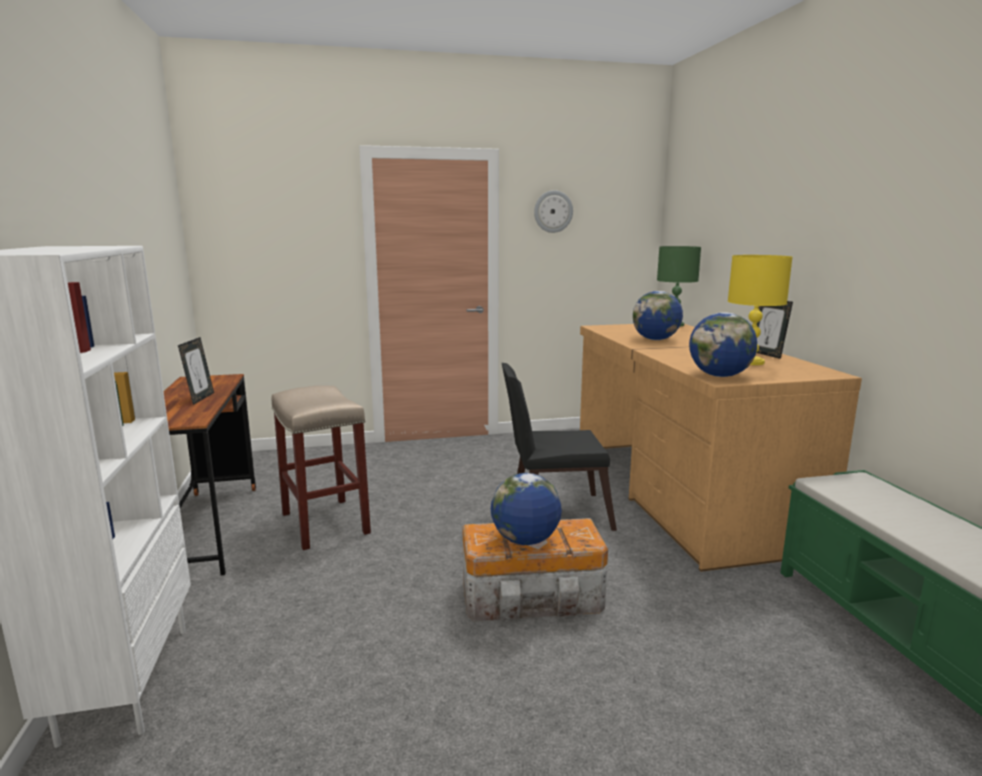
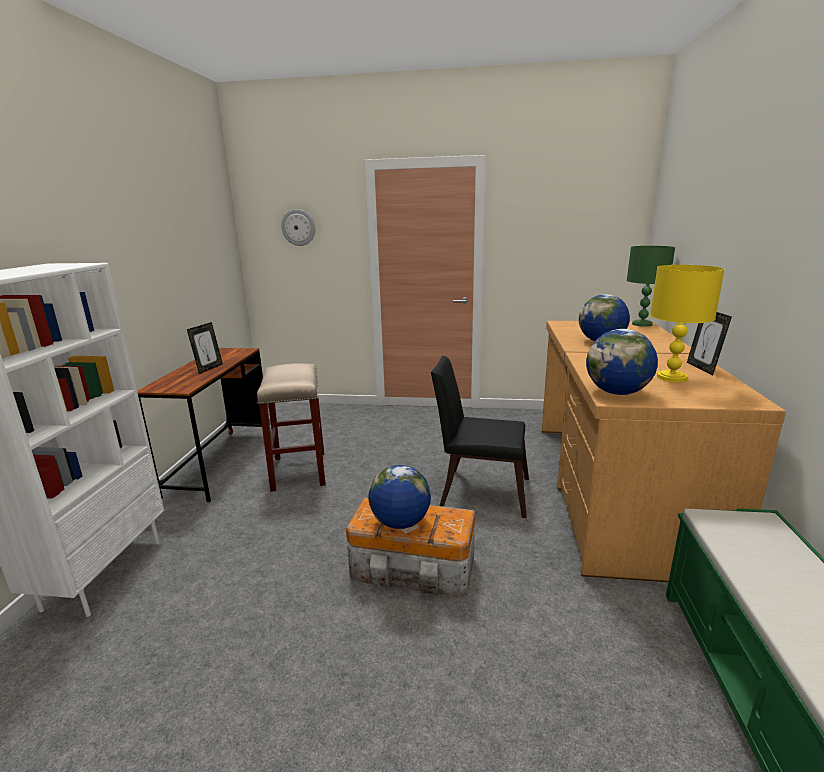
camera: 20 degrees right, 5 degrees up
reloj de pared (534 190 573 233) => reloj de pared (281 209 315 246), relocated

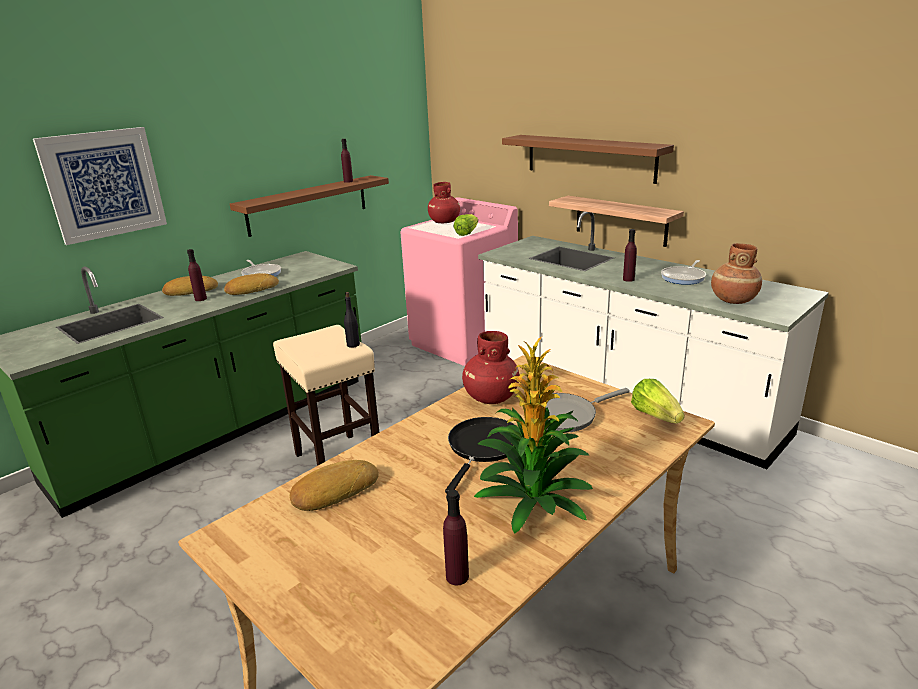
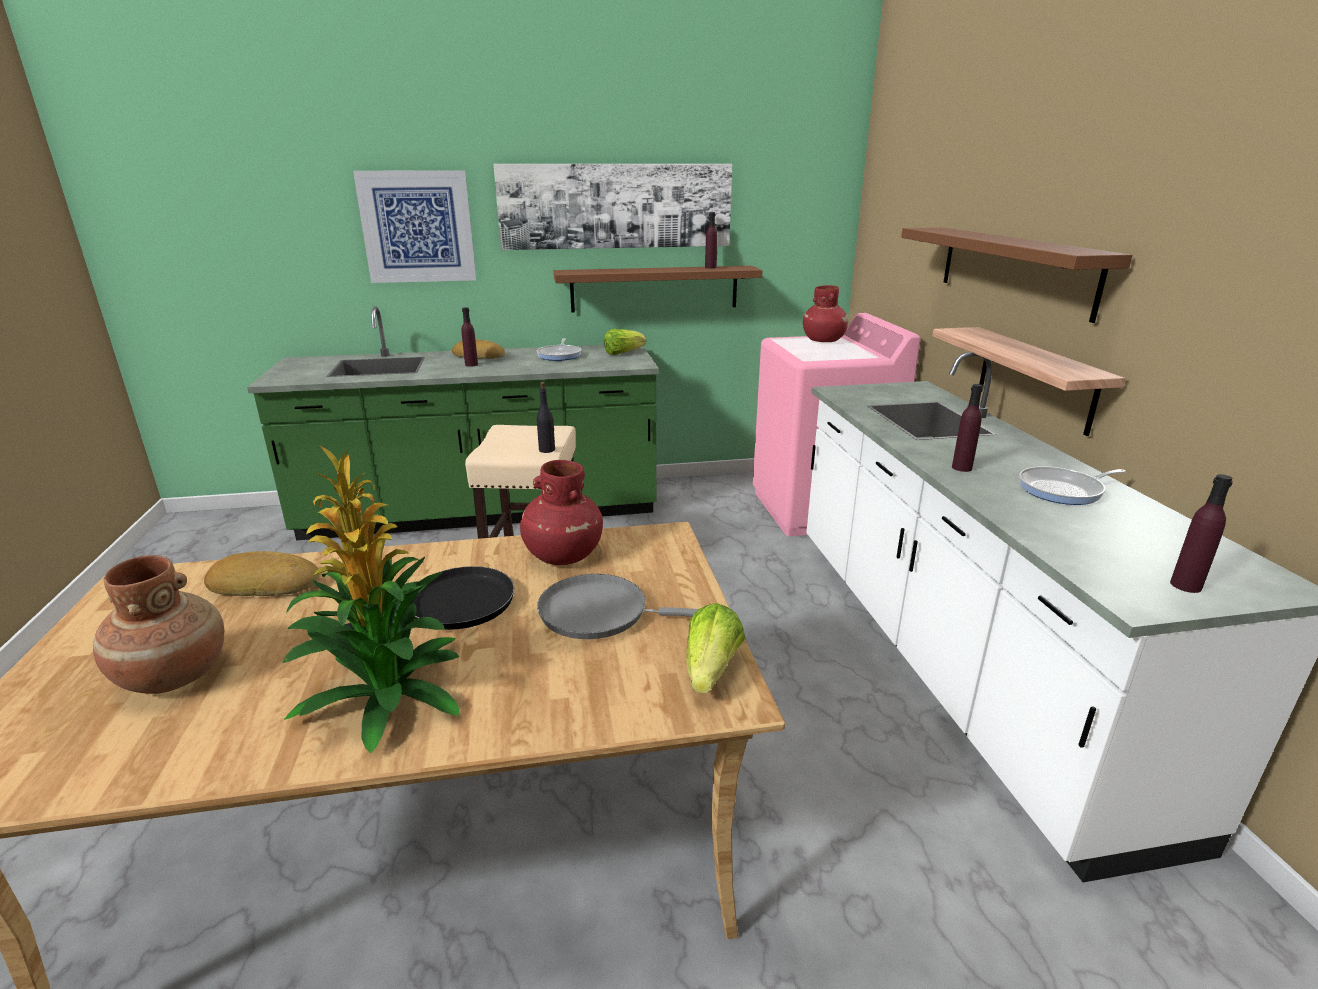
camera: 35 degrees right, 0 degrees up
pan (224 273 279 295) => nothing
botella/morado (443 490 469 585) => botella/morado (1170 474 1233 593), relocated
lechuga (453 214 478 236) => lechuga (604 329 646 355), relocated
florero/marrón (711 243 762 304) => florero/marrón (93 555 224 694), relocated
nothing => cuadro (494 164 732 250)

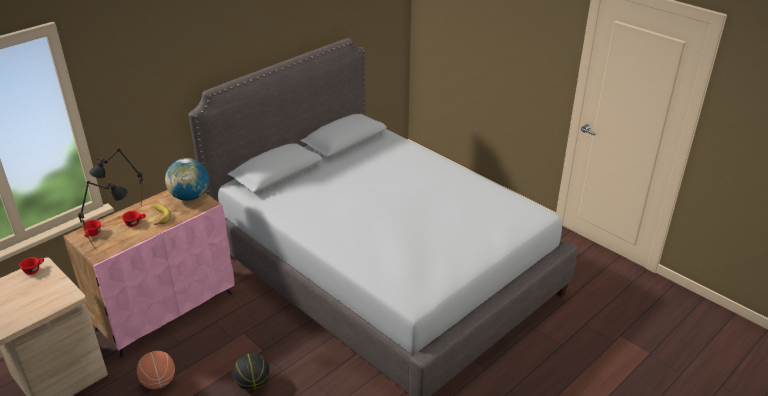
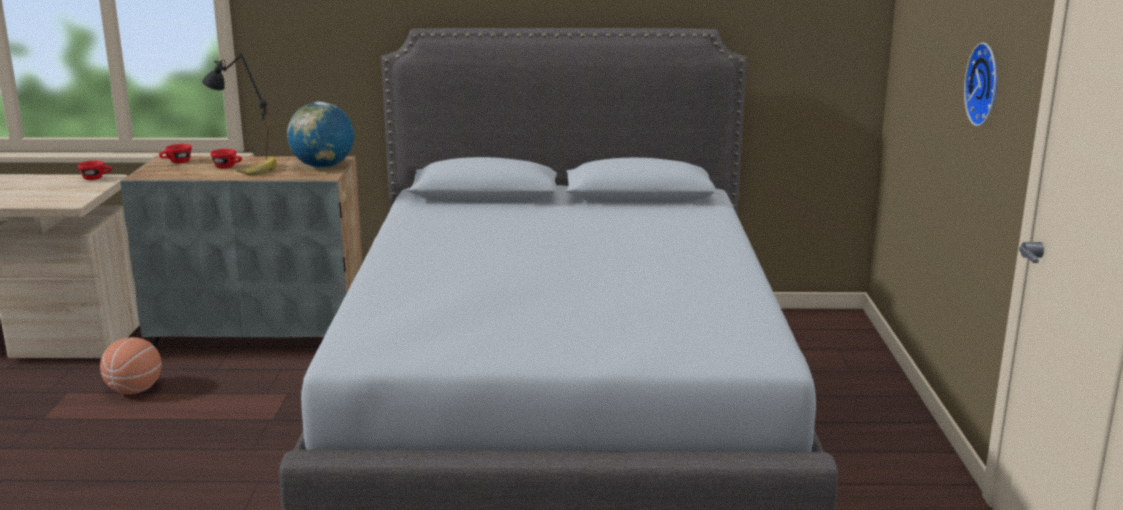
camera: 45 degrees right, 15 degrees down
armario/rosa (63 190 235 358) => armario/gris (120 156 362 347)
lámpara de mesa/negro (78 181 128 251) => nothing
balón de baloncesto (233 353 270 391) => nothing
nothing => reloj de pared (964 42 997 126)

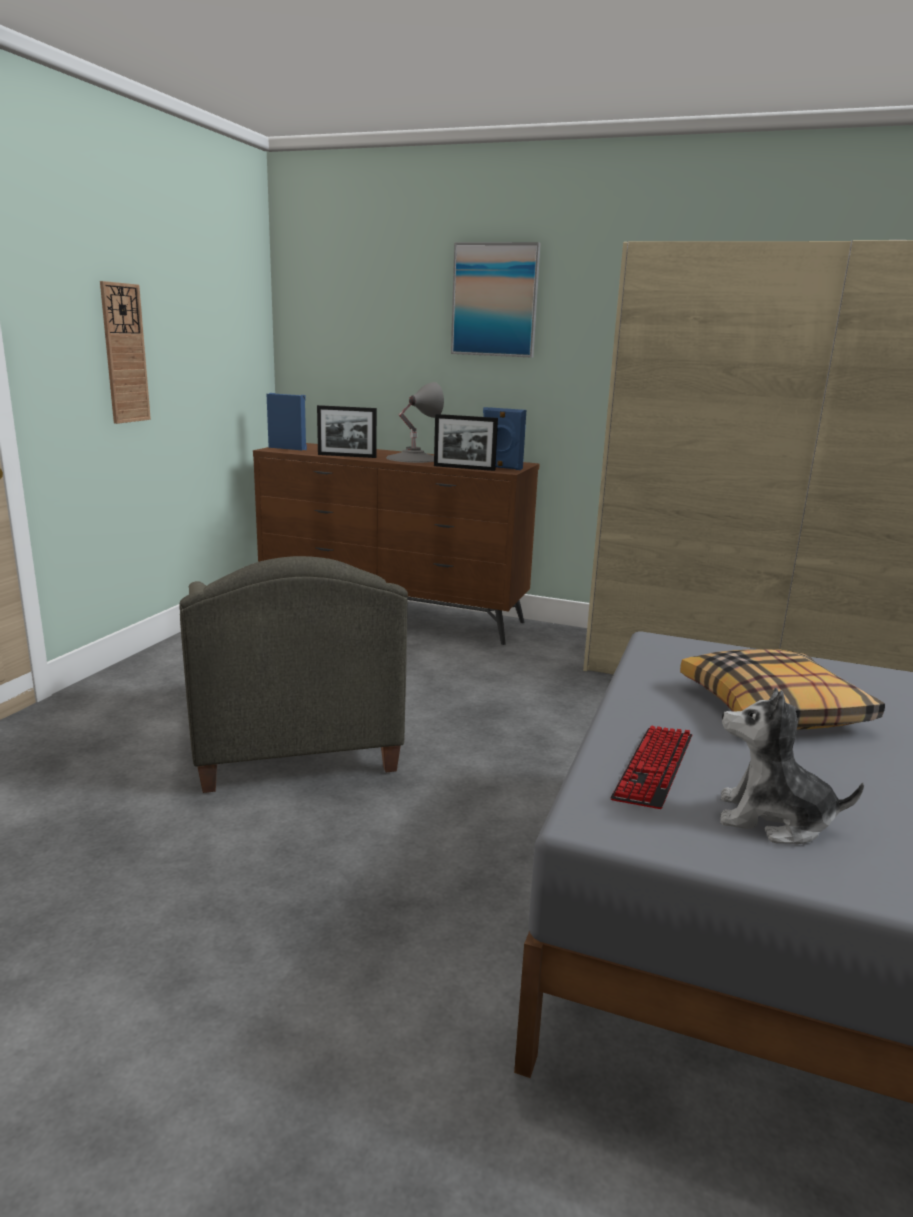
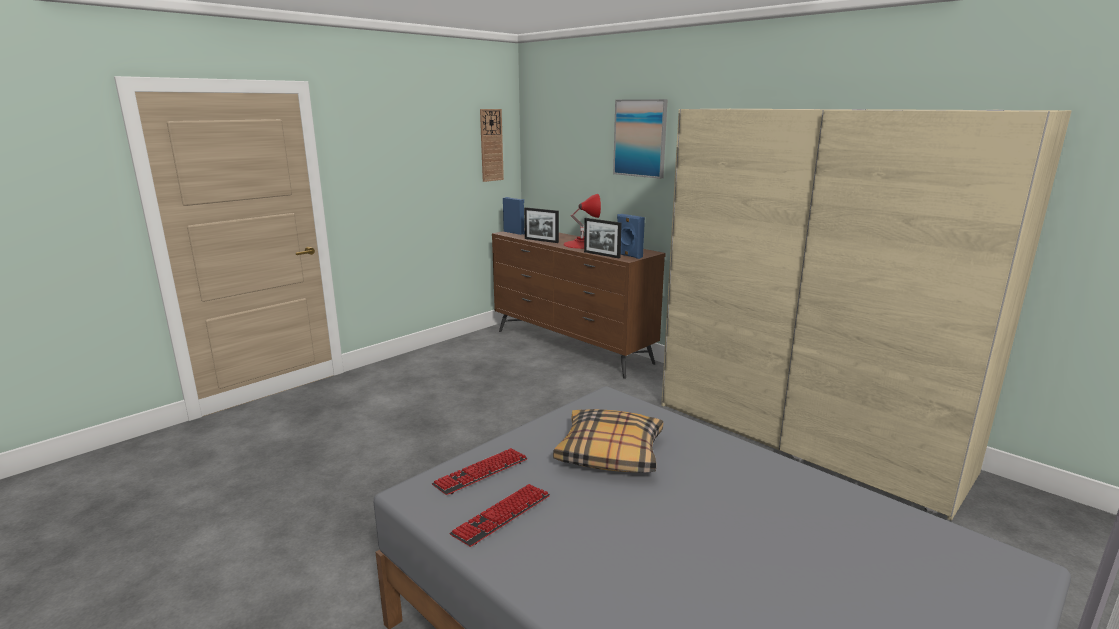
camera: 25 degrees right, 0 degrees up
reloj de pared (100 281 151 424) => reloj de pared (480 109 504 182), relocated
sillón/gris (179 556 408 793) => nothing
lámpara de mesa/gris (386 382 444 463) => lámpara de mesa/rojo (563 194 601 249)
peluche (720 687 864 844) => teclado (450 484 550 547)

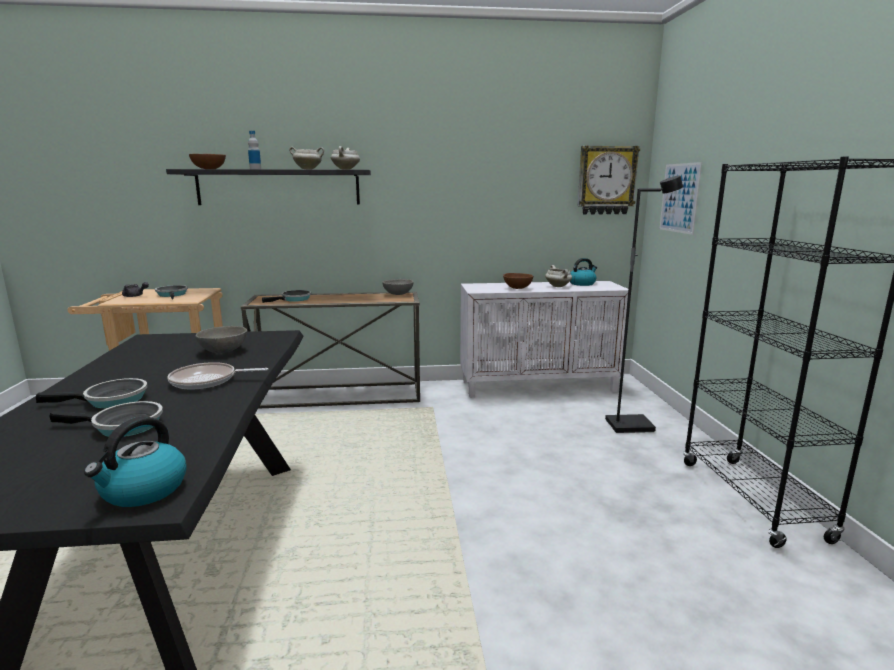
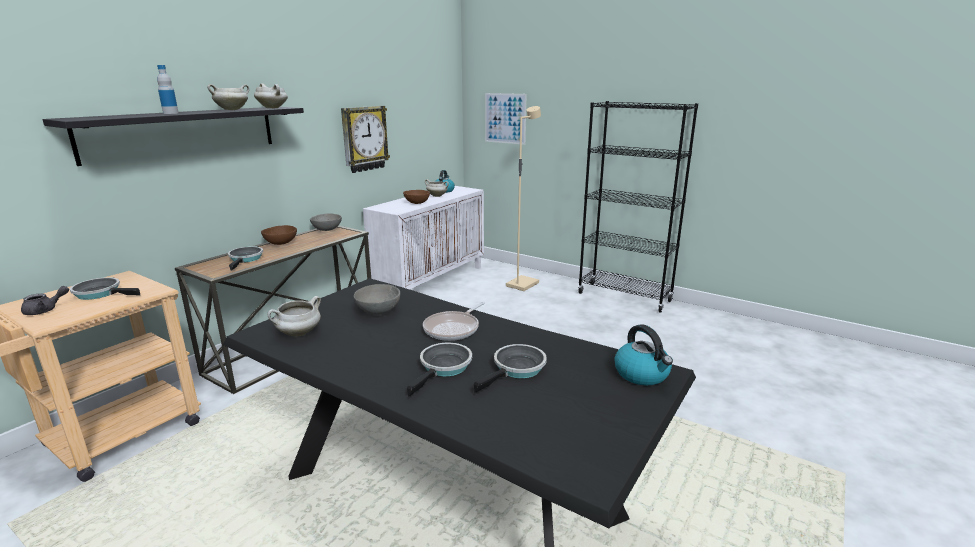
camera: 50 degrees left, 5 degrees up
cuenco/marrón (189 154 226 169) => cuenco/marrón (261 225 297 245), relocated
reloj de pared (577 145 640 214) => reloj de pared (341 106 390 173), relocated
lámpara de pie/negro (605 175 683 433) => lámpara de pie/beis (506 106 541 291)
nothing => olla/blanco (267 296 321 337)

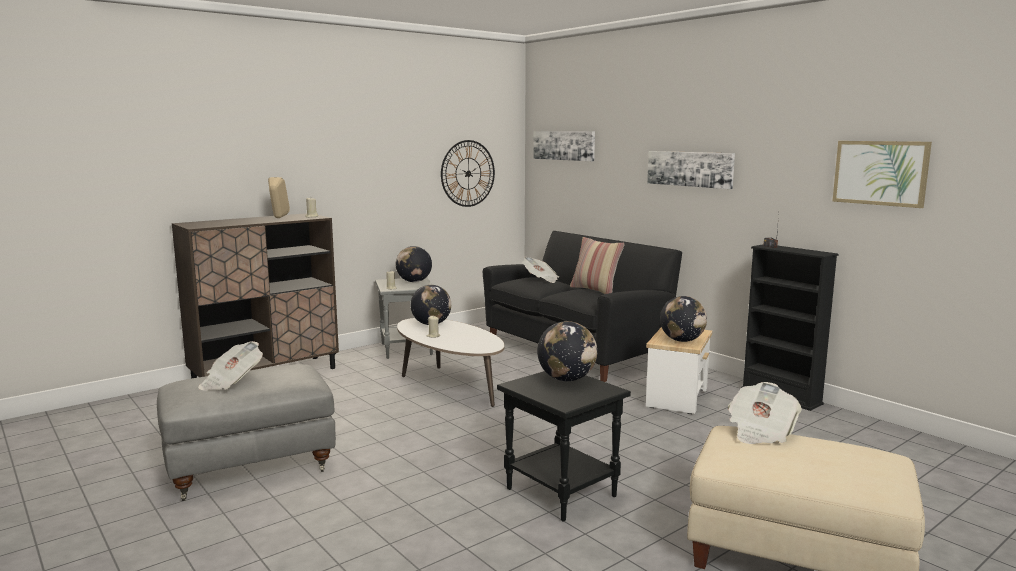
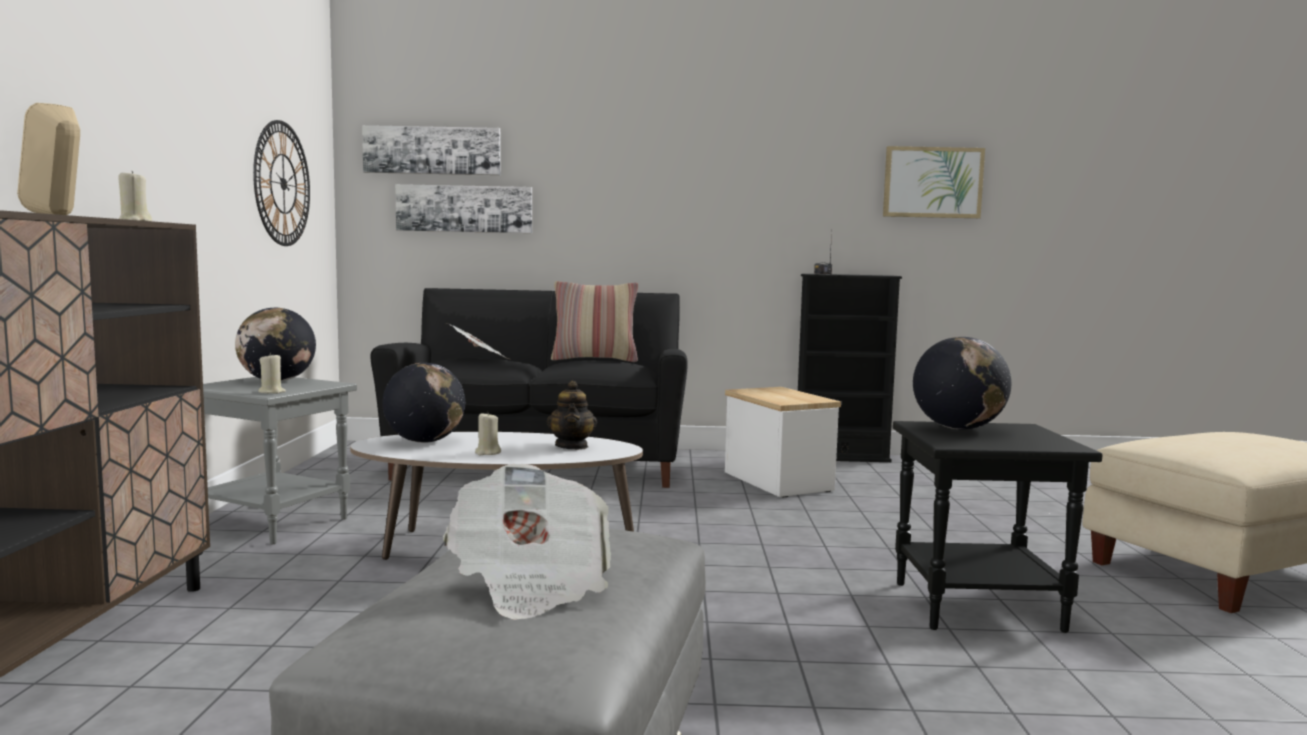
camera: 50 degrees left, 5 degrees down
cuadro (647 151 735 189) => cuadro (395 184 532 233), relocated
globo terráqueo (660 296 707 342) => nothing
periódico (728 382 802 444) => nothing
nothing => tetera (547 381 597 450)

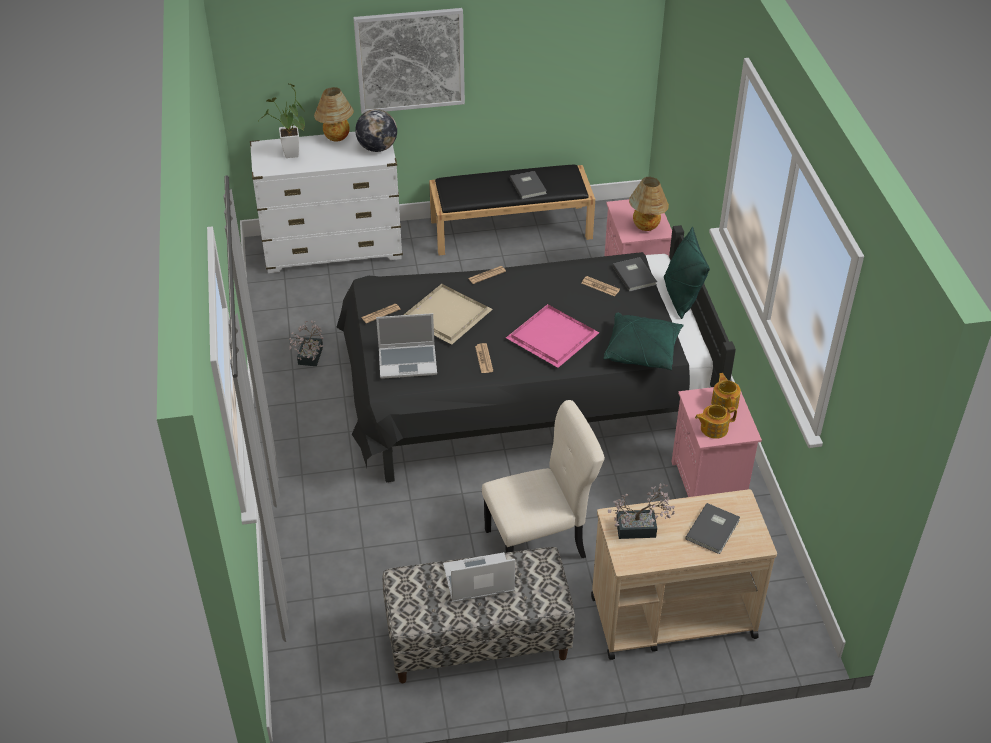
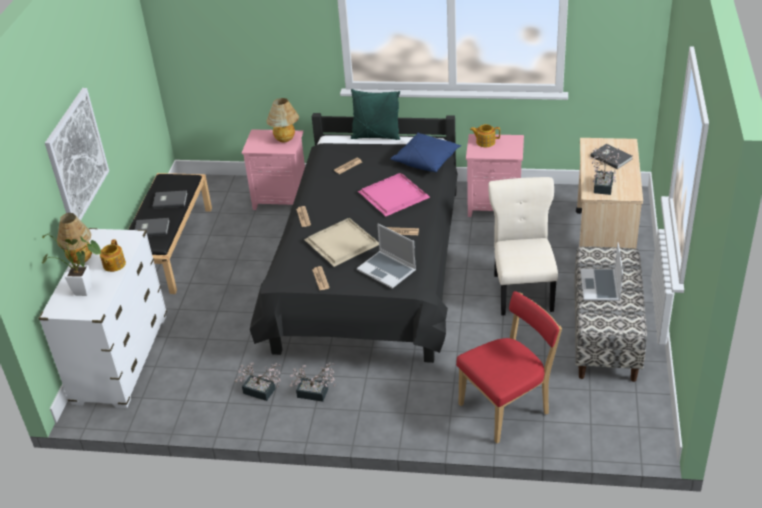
camera: 70 degrees left, 5 degrees down
globo terráqueo (355 109 397 152) => nothing
portátil (376 313 437 379) => portátil (357 224 416 289), 120 degrees clockwise
cojín/verde (603 313 684 370) => cojín/azul (390 133 461 172)
libro/gris (613 257 657 292) => libro/gris (135 218 170 236), relocated
tetera (695 405 737 439) => tetera (100 239 126 272), relocated
nothing => planta en maceta (289 362 335 402)
nothing => silla/rojo (456 291 562 443)

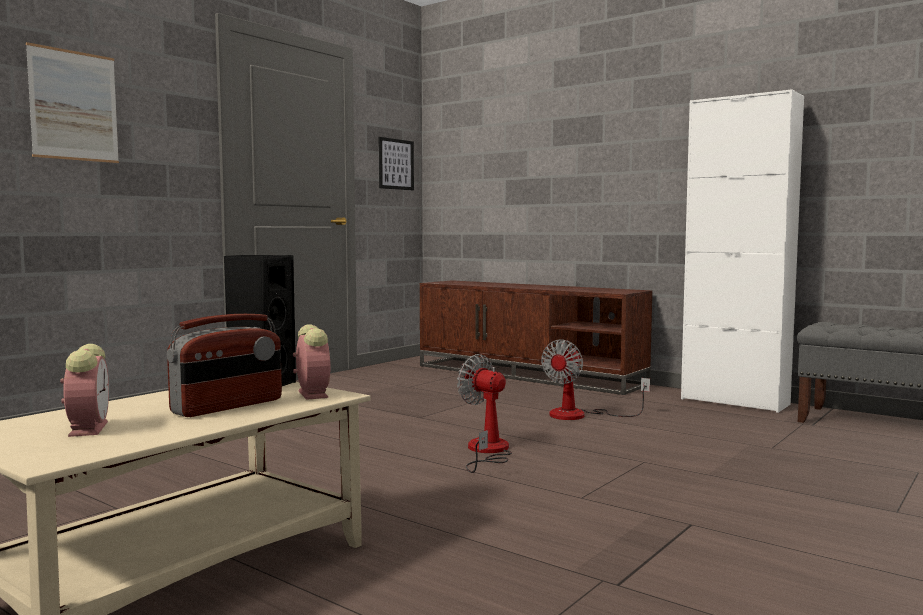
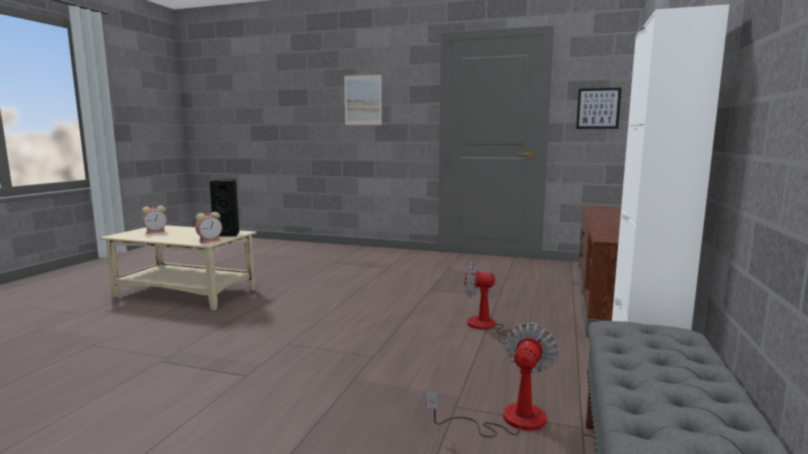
camera: 70 degrees right, 5 degrees up
radio (167 314 282 417) => nothing
ventilador (457 354 512 473) => ventilador (426 323 559 437), relocated

